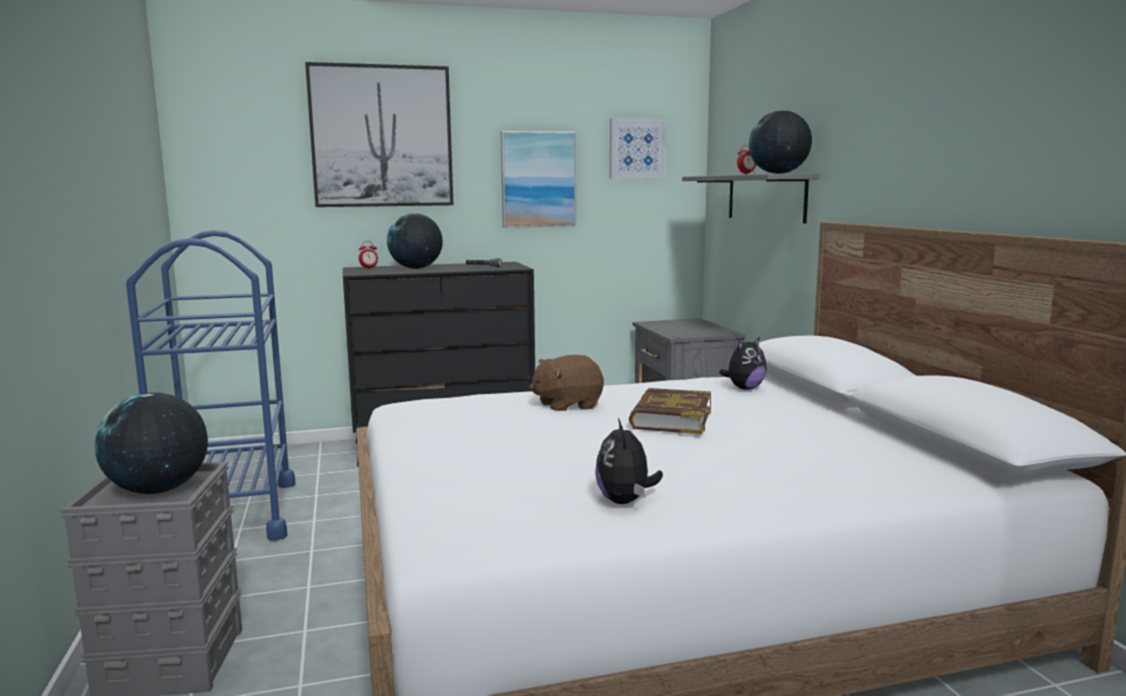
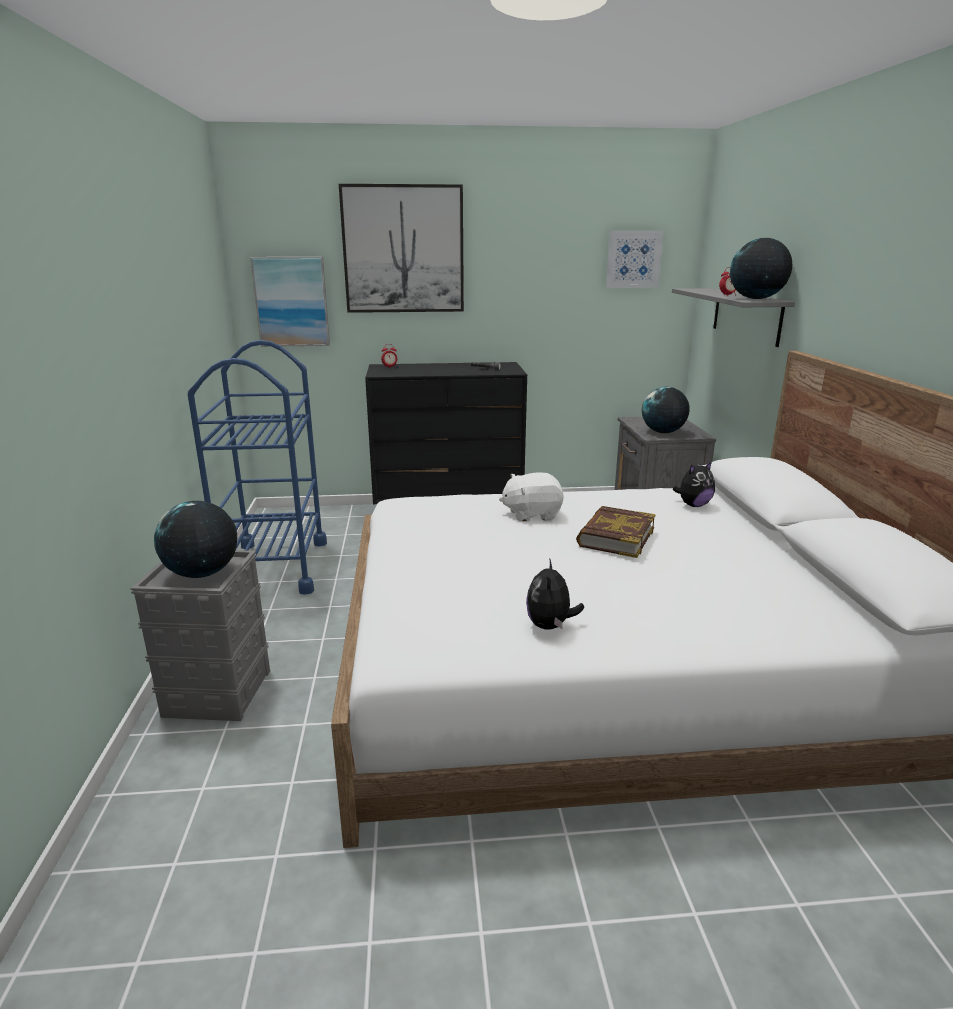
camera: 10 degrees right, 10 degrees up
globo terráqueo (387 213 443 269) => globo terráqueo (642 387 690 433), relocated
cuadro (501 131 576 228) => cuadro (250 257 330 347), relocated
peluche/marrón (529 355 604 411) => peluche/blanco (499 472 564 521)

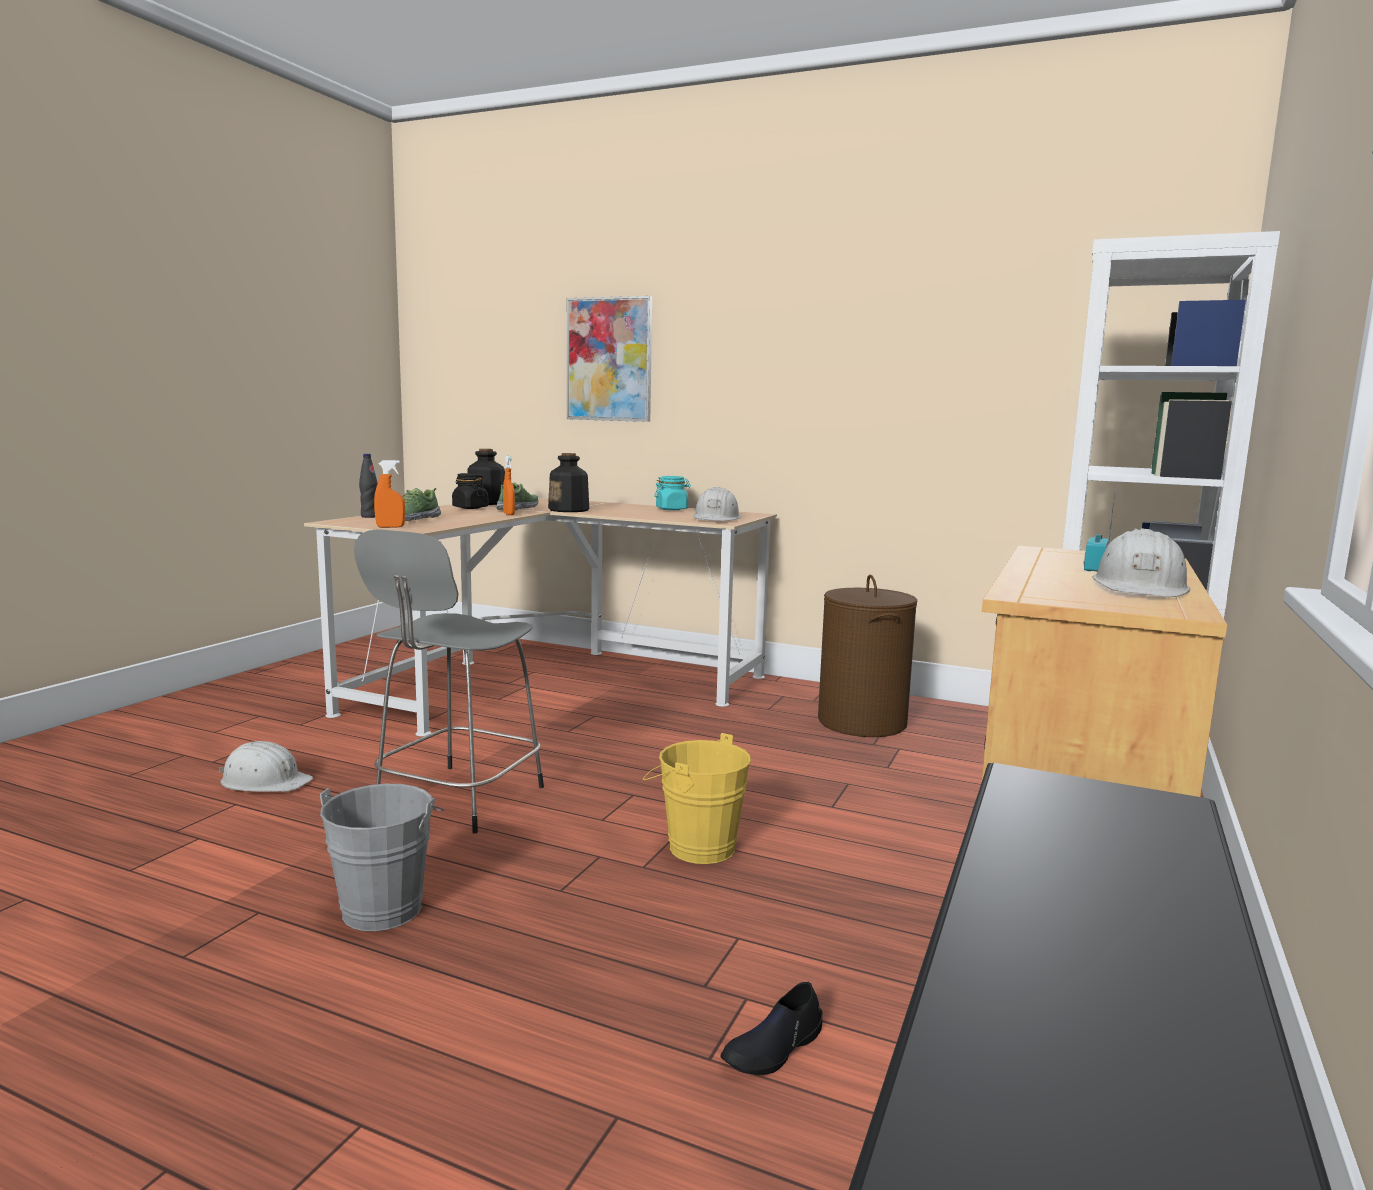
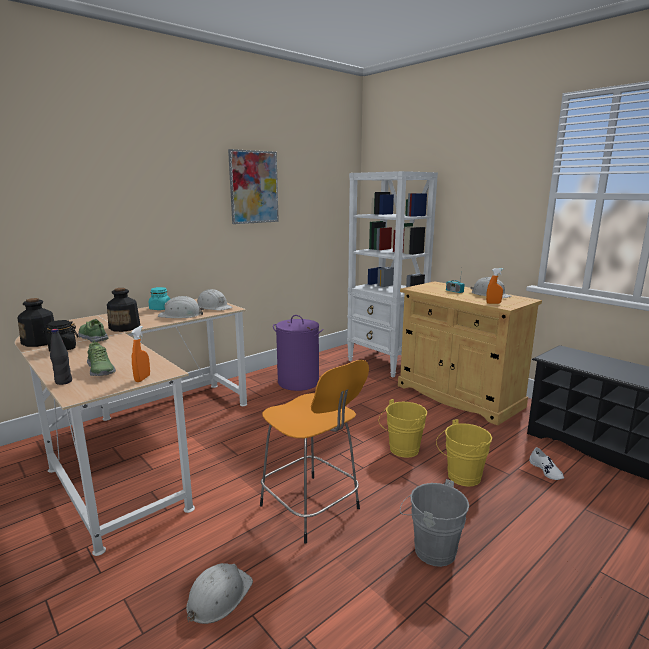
camera: 65 degrees left, 5 degrees up
taburete/gris (354 529 544 833) => taburete/naranja (260 360 369 544)
pulverizador/naranja (503 456 515 515) => pulverizador/naranja (486 268 503 304), relocated
cuadro (567 296 652 422) => cuadro (228 149 279 224), relocated
zapato/negro (720 982 823 1075) => zapato/blanco (529 447 564 480)
cesto de la ropa/marrón (818 575 918 737) => cesto de la ropa/morado (273 315 324 391)
nothing => casco/blanco (158 296 204 318)
nothing => cubo/amarillo (436 419 492 487)

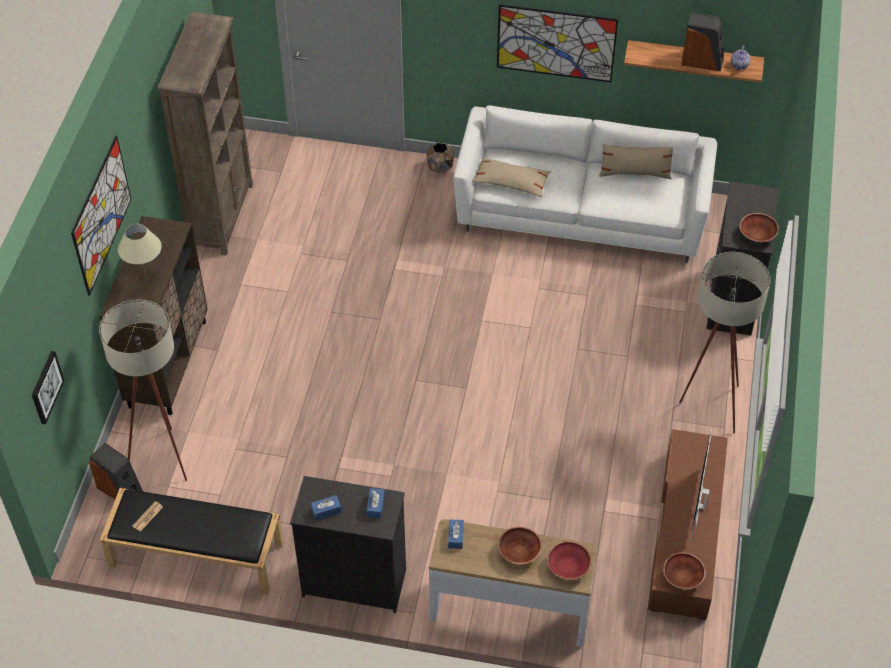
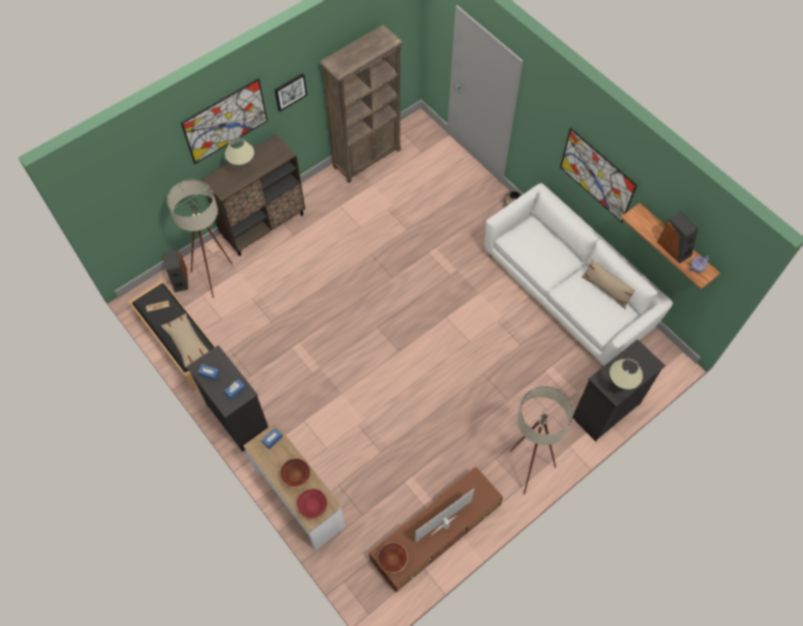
camera: 40 degrees right, 10 degrees up
cuadro (32 351 64 424) => cuadro (275 73 307 111), relocated
cojín/beis (472 157 551 197) => cojín/beis (161 313 209 368), relocated
cuenco/marrón (739 213 779 242) => lámpara de mesa/beis (610 359 643 389)

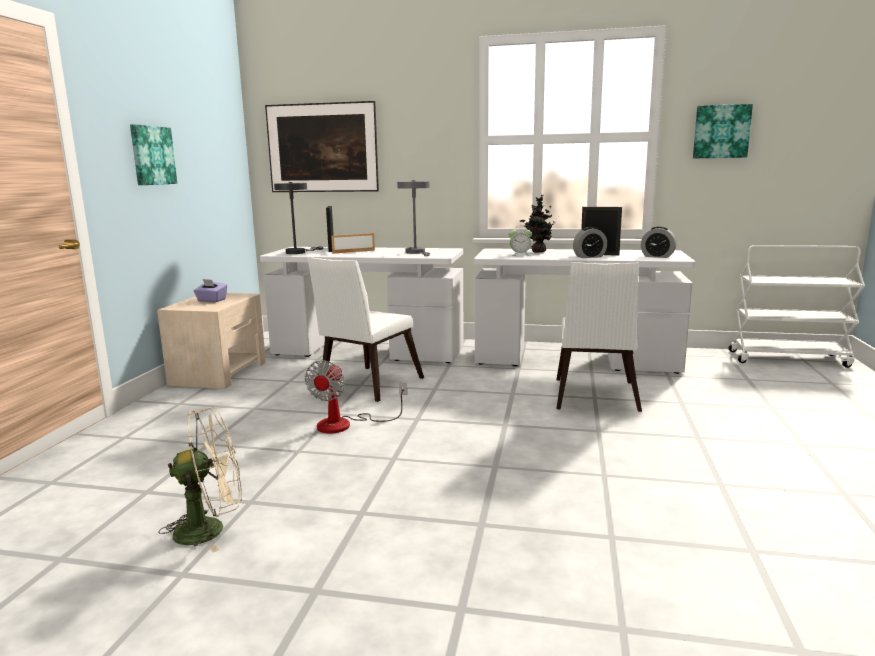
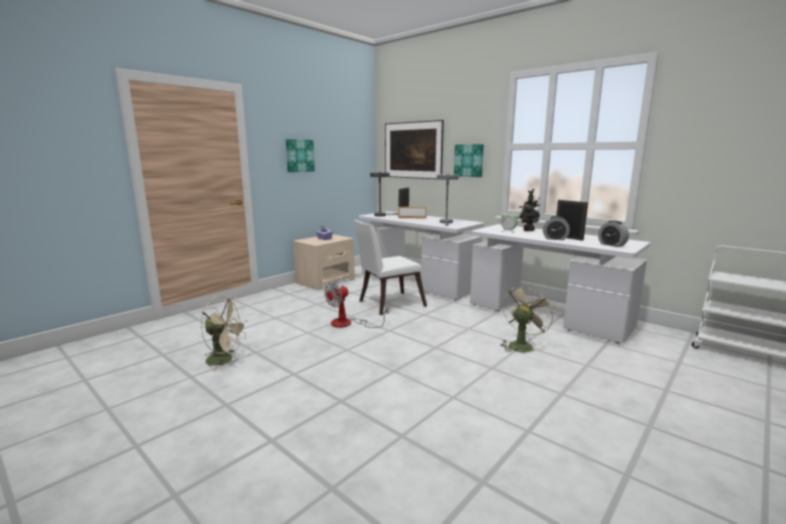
camera: 30 degrees right, 0 degrees up
silla/blanco (556 262 642 412) => ventilador/beis (500 284 555 352)
cuadro (693 104 753 158) => cuadro (454 144 484 177), relocated

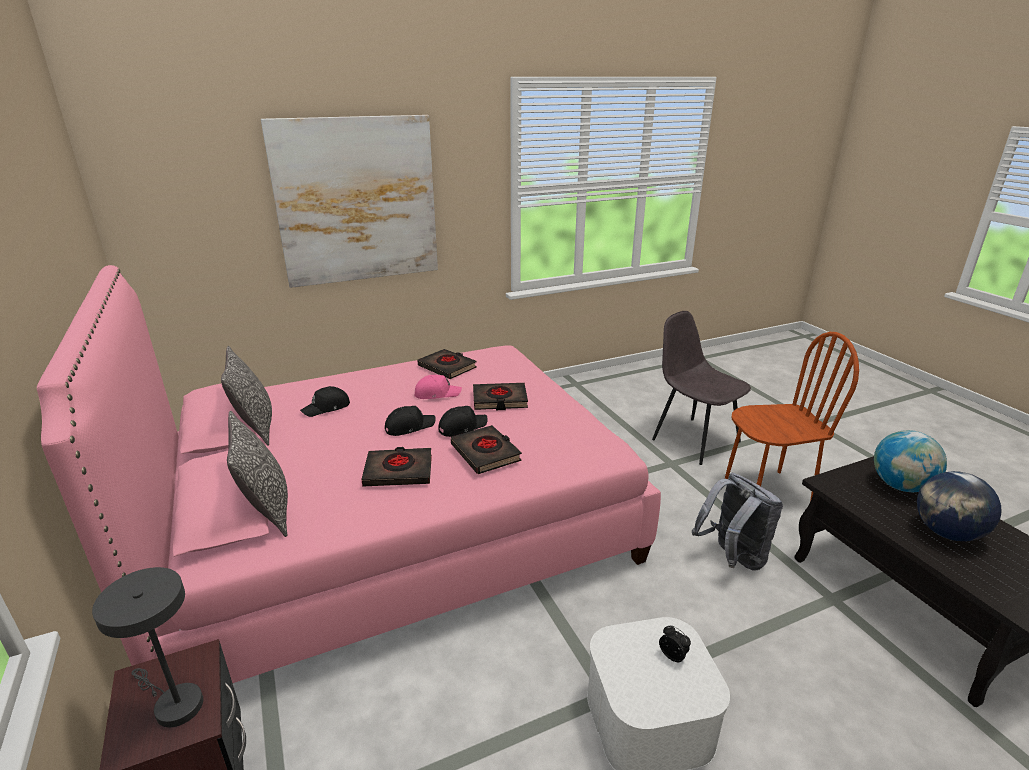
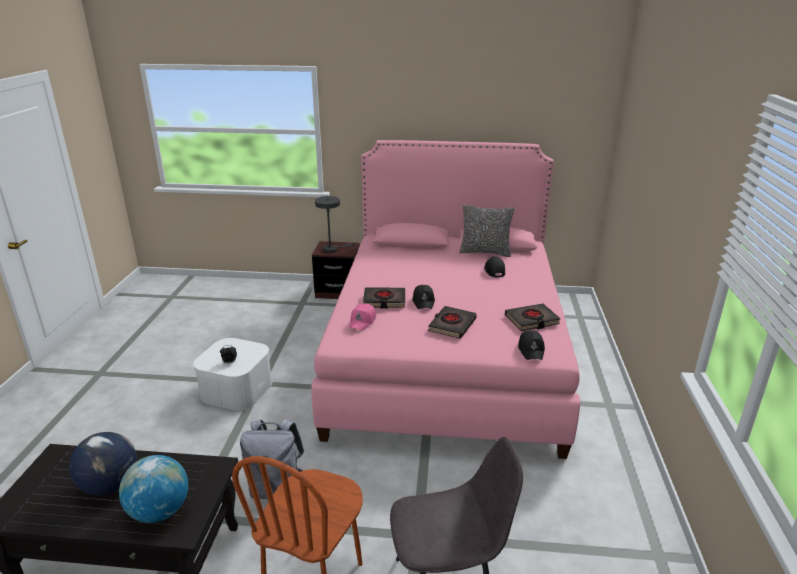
camera: 120 degrees right, 0 degrees up
cojín (227 411 288 537) => nothing
cuadro (261 115 438 288) => nothing
libro/negro (361 447 432 487) => nothing
gorra/negro (385 406 436 436) => gorra/negro (518 330 545 360), relocated
gorra/rosa (415 375 462 399) => gorra/rosa (349 303 376 331), relocated

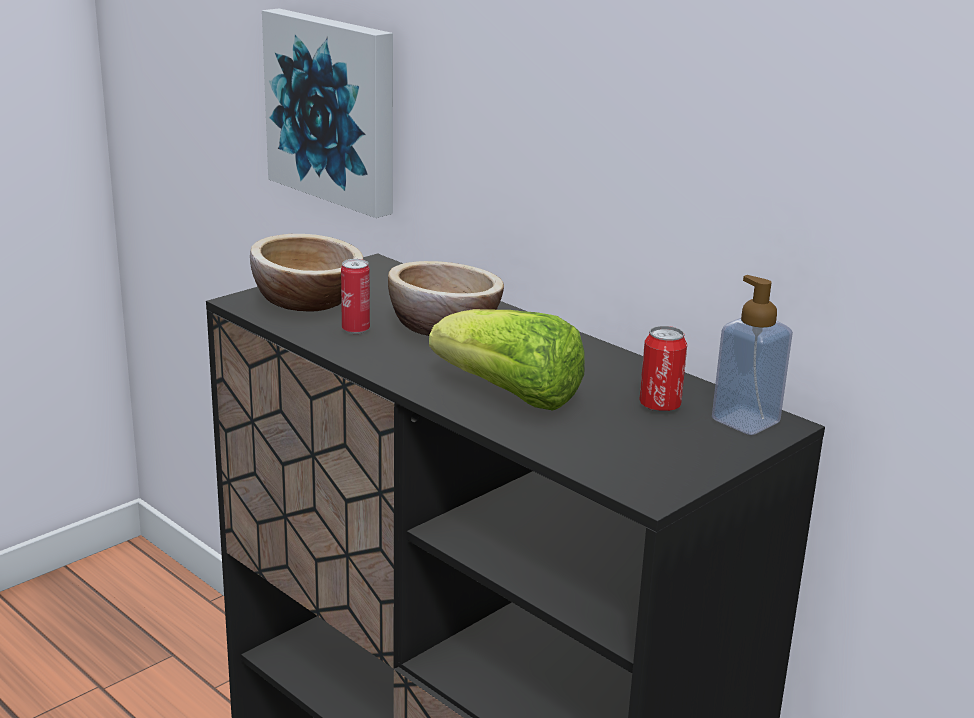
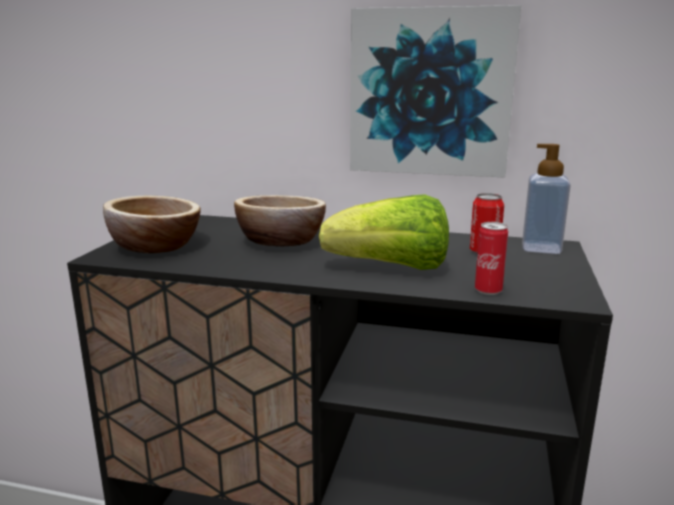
camera: 30 degrees left, 5 degrees down
cuadro (262 9 393 218) => cuadro (350 5 521 178), relocated
lata (341 259 370 334) => lata (475 222 508 295), relocated

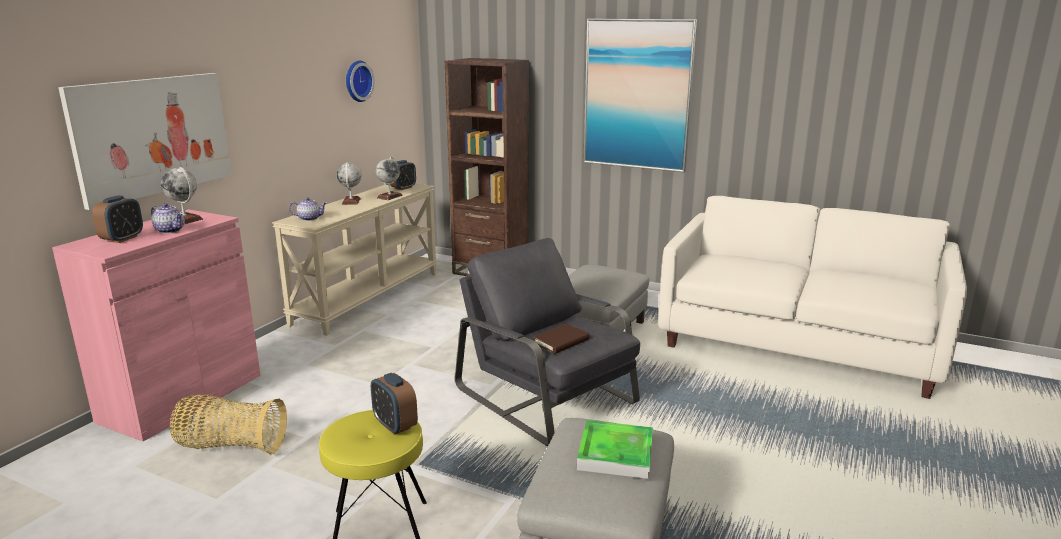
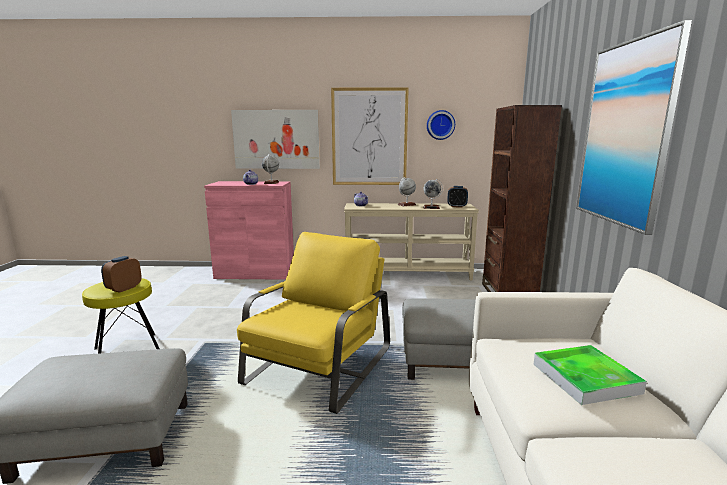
camera: 65 degrees right, 5 degrees down
despertador (92 195 143 243) => nothing
cesta (170 395 287 454) => nothing
sillón/gris (455 238 640 446) => sillón/amarillo (237 232 390 414)
libro/marrón (533 324 590 354) => nothing
bandeja (577 420 653 479) => bandeja (533 345 647 405), relocated
nothing => cuadro (331 87 409 185)

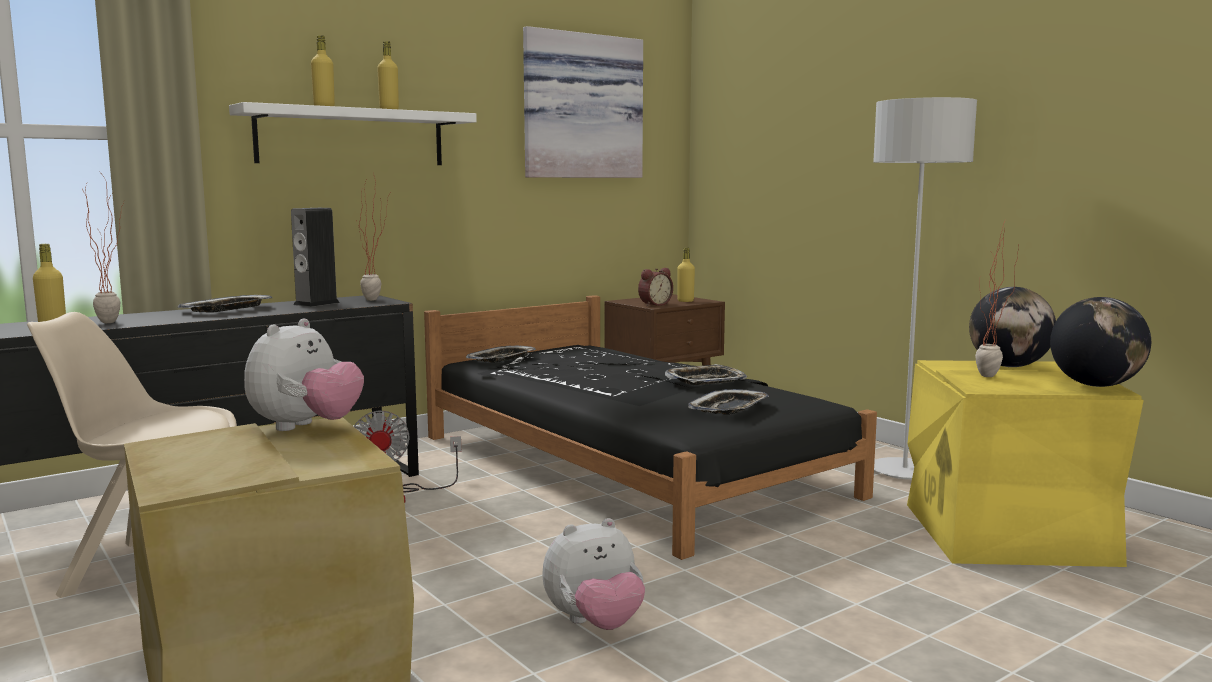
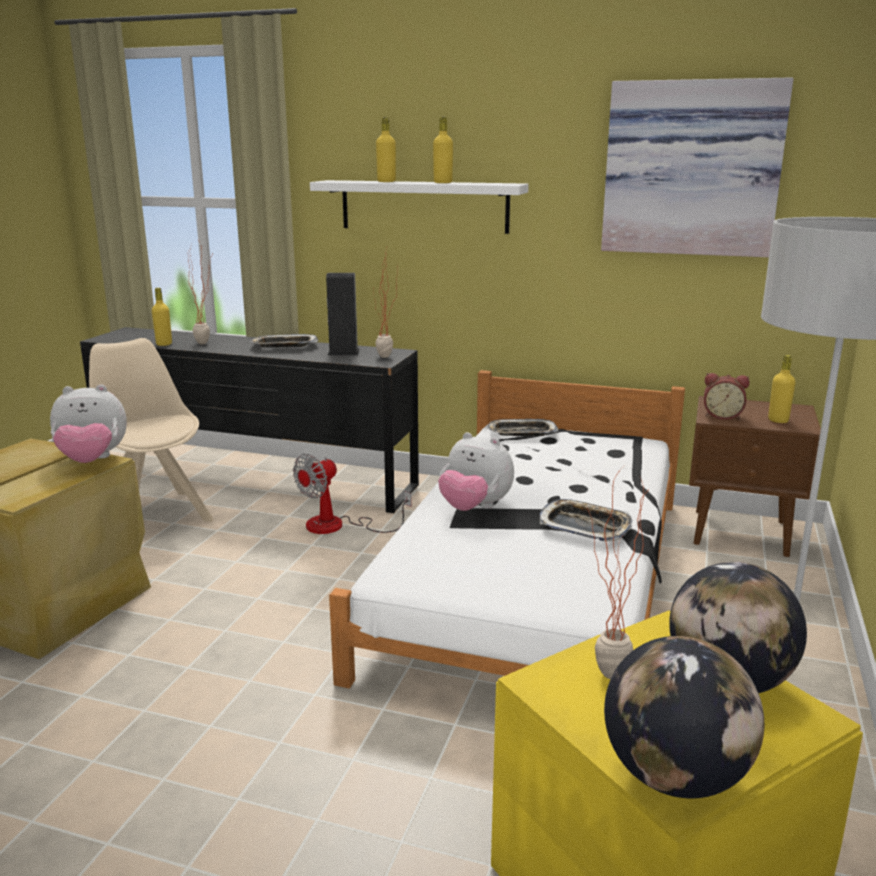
camera: 55 degrees right, 10 degrees up
cama/negro (424 295 877 560) => cama/blanco (329 370 685 688)
peluche (542 518 645 630) => peluche (438 432 514 511), relocated
bandeja (688 389 769 415) => nothing

